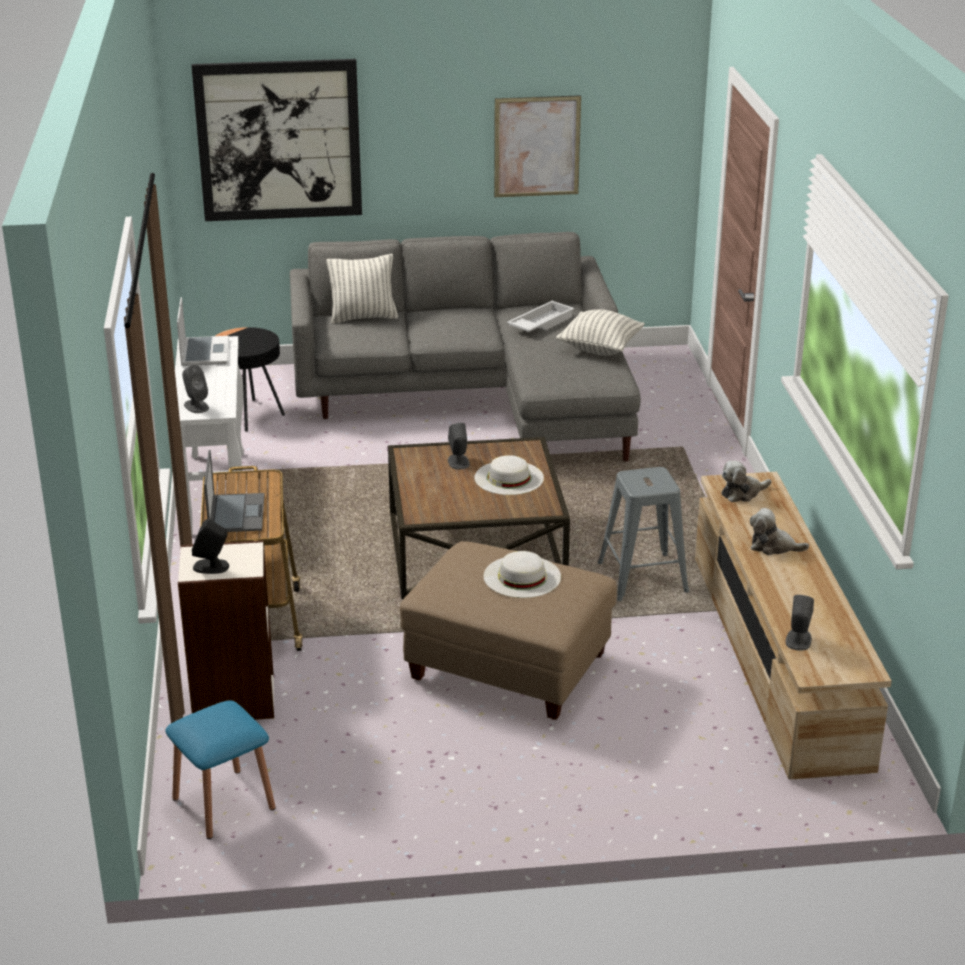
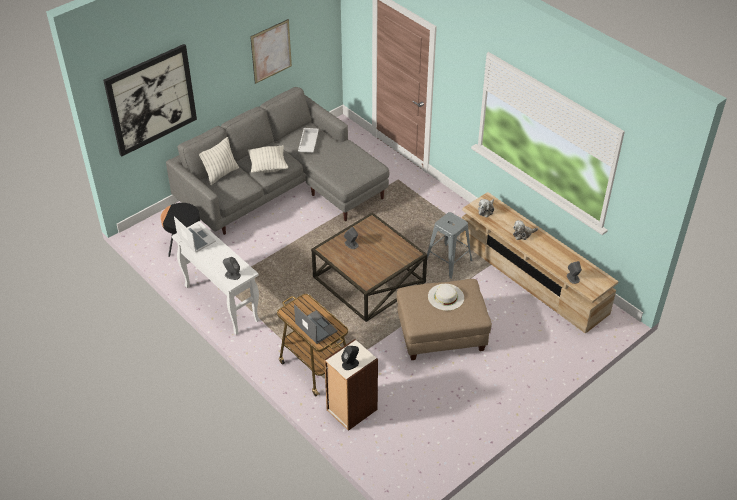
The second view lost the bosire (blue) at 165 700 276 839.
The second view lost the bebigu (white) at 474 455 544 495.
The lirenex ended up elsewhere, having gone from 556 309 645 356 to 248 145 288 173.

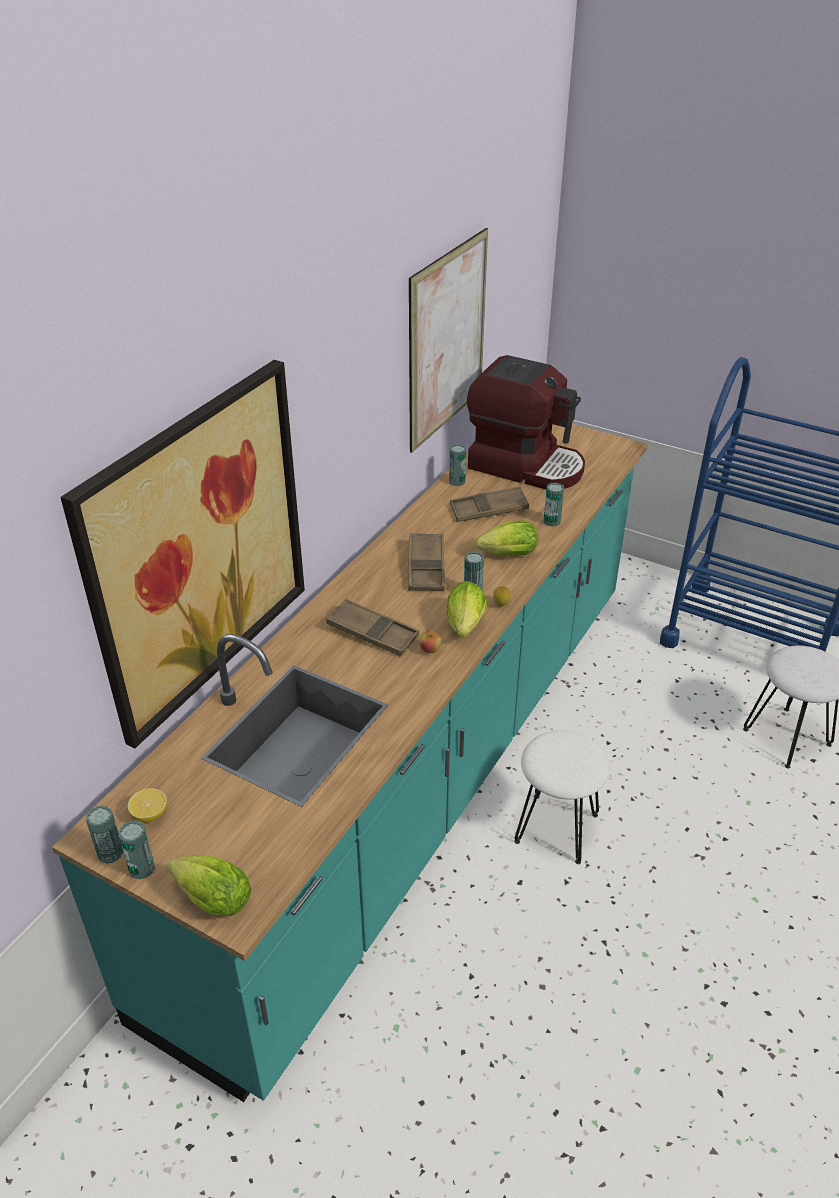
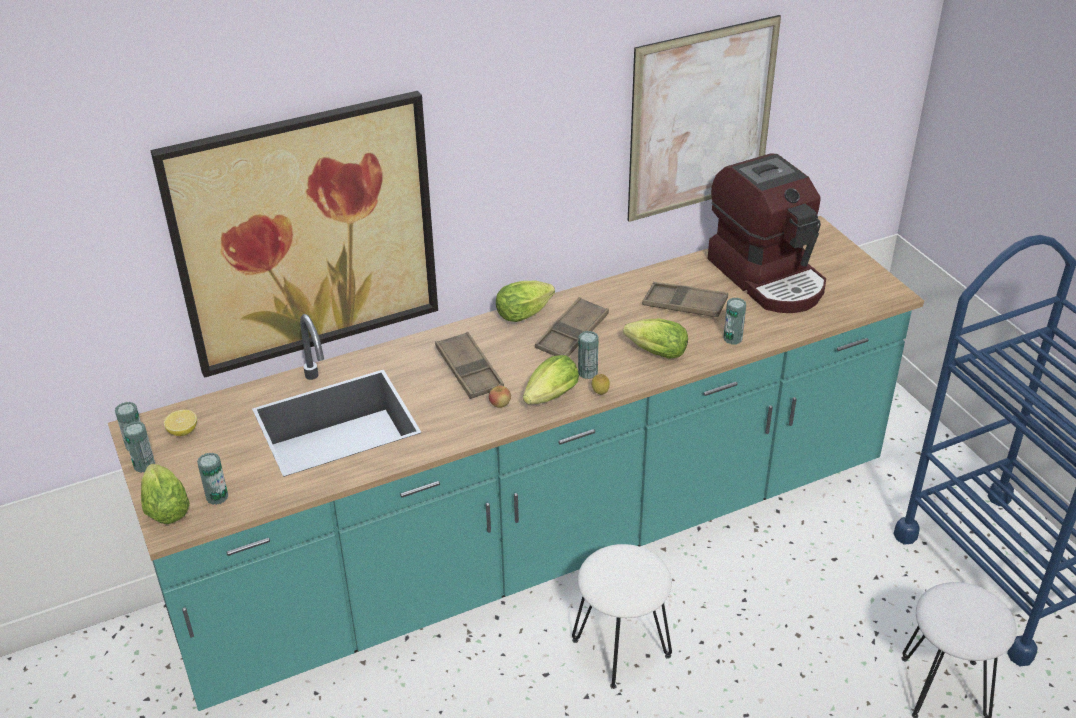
The second view gained the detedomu at 496 280 555 322.
The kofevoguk ended up elsewhere, having gone from 449 444 466 486 to 197 452 228 505.

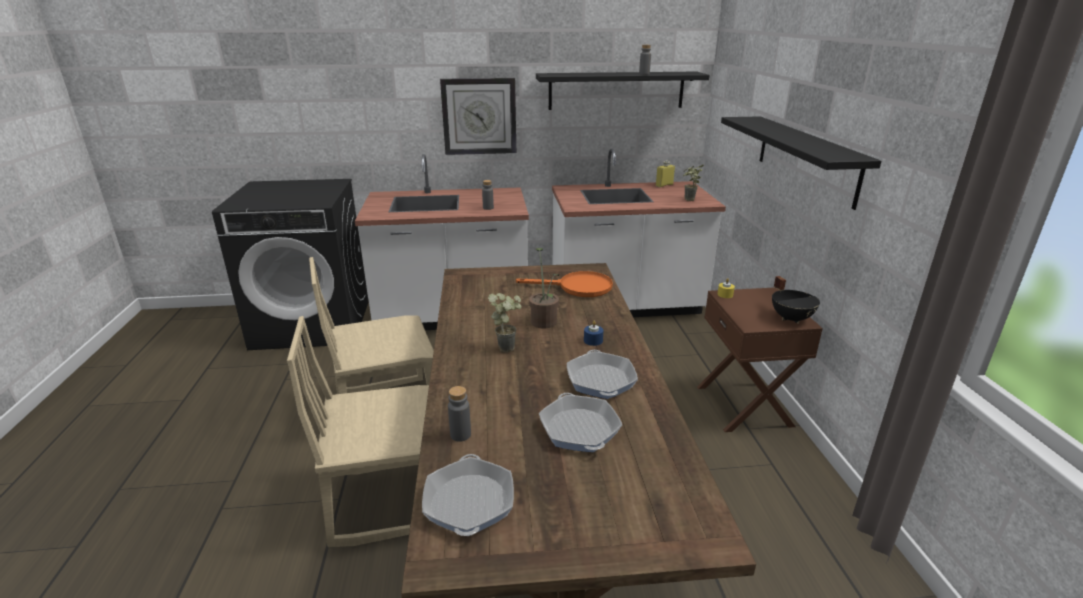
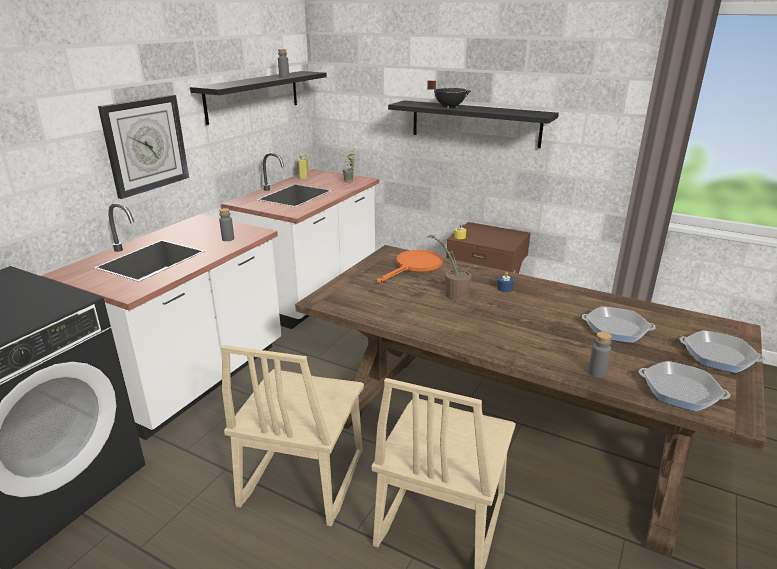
The second view lost the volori at 488 293 522 353.
The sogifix ended up elsewhere, having gone from 567 350 638 399 to 680 330 765 373.
The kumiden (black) ended up elsewhere, having gone from 772 276 820 324 to 427 80 471 109.

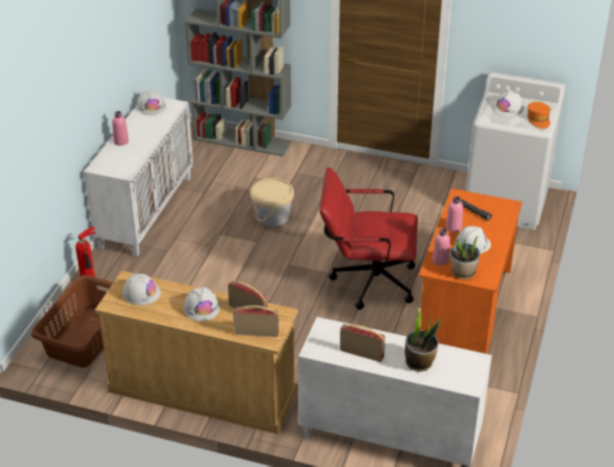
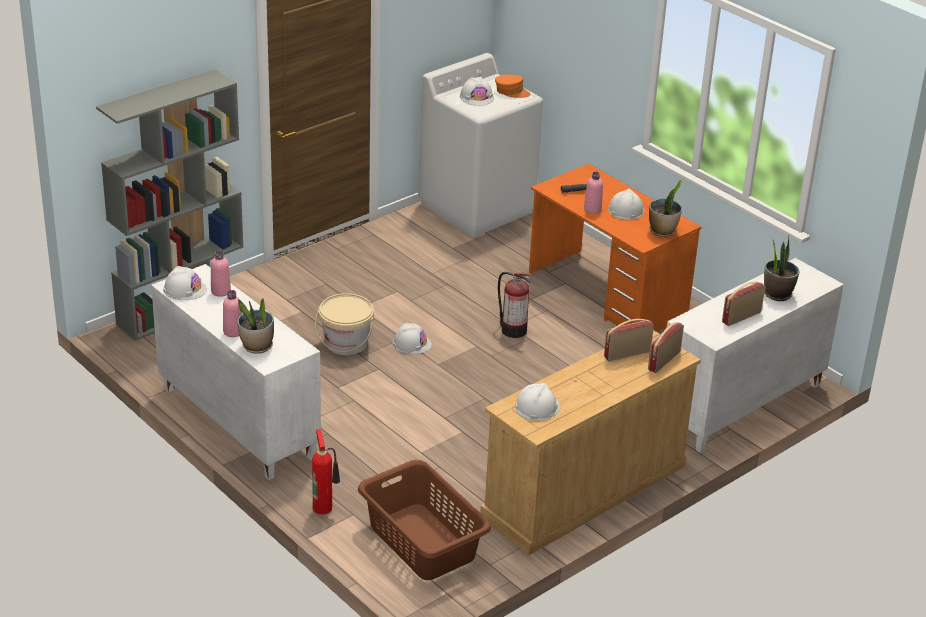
The second view gained the volori at 237 298 274 354.
The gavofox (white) ended up elsewhere, having gone from 184 287 220 321 to 392 322 432 354.
The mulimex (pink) ended up elsewhere, having gone from 432 228 450 265 to 211 251 231 297.
Where the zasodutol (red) stood at 320 167 418 310, the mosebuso came to stand at 498 272 532 338.

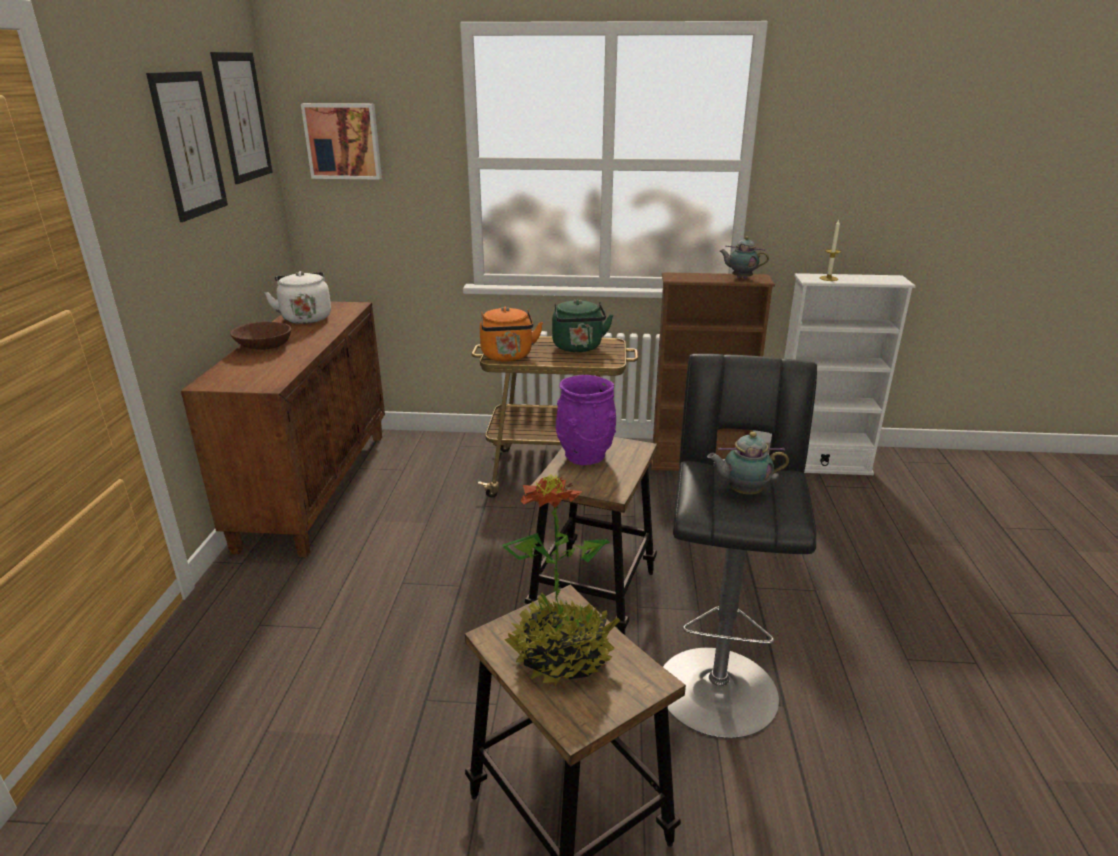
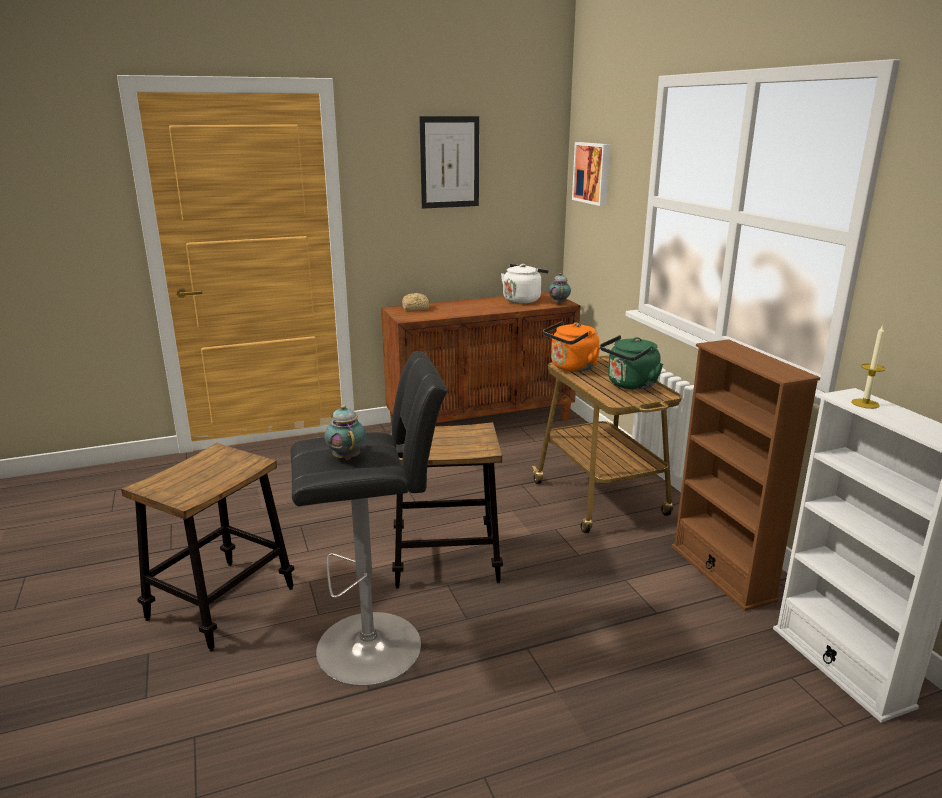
The second view lost the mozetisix at 210 52 273 184.
The second view lost the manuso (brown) at 230 322 291 350.
The second view lost the volori at 502 474 620 686.
The second view lost the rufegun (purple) at 555 375 616 465.
The second view gained the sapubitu at 402 293 429 311.
The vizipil ended up elsewhere, having gone from 719 236 769 279 to 549 273 571 305.

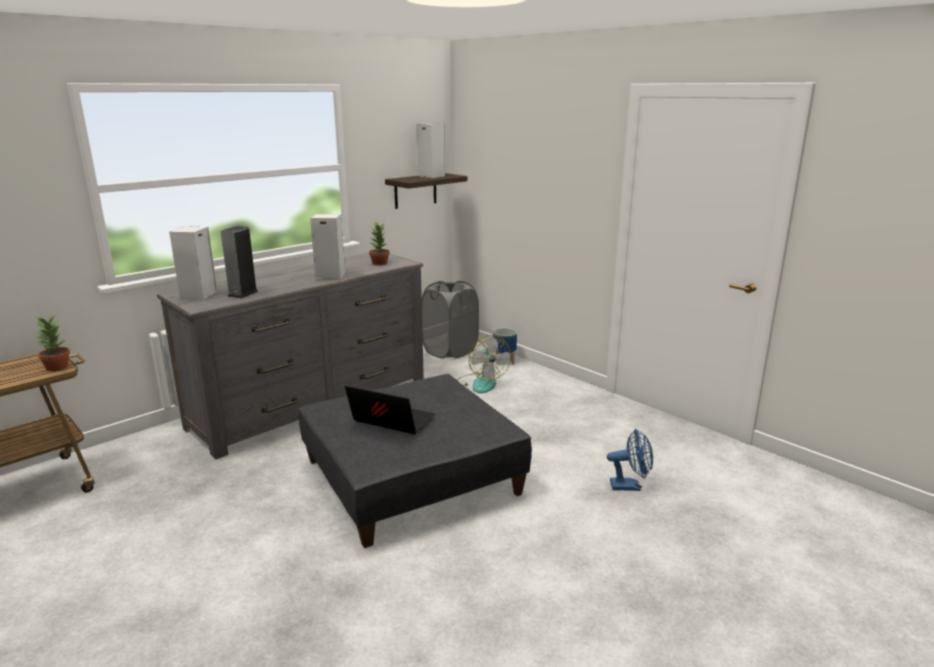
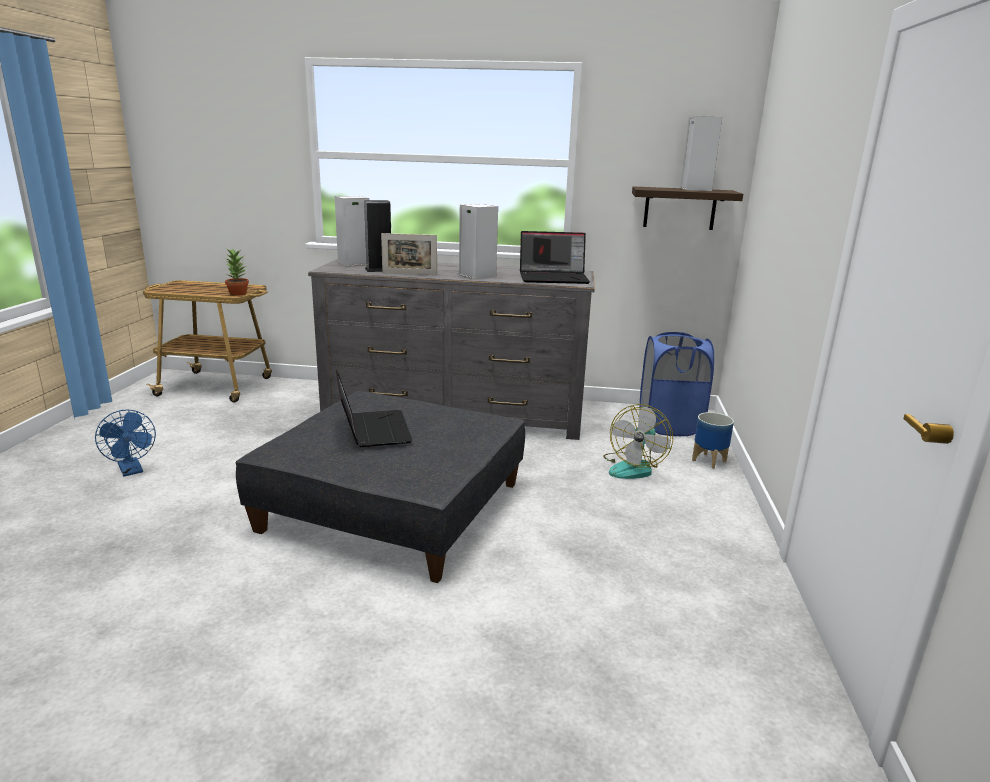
The second view gained the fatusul at 381 233 437 275.
The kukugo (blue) ended up elsewhere, having gone from 607 429 653 491 to 95 410 156 477.
Where the volori stood at 369 221 390 265, the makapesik came to stand at 520 231 590 284.
What was the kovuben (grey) at 422 281 479 359 turned into the kovuben (blue) at 639 332 714 436.

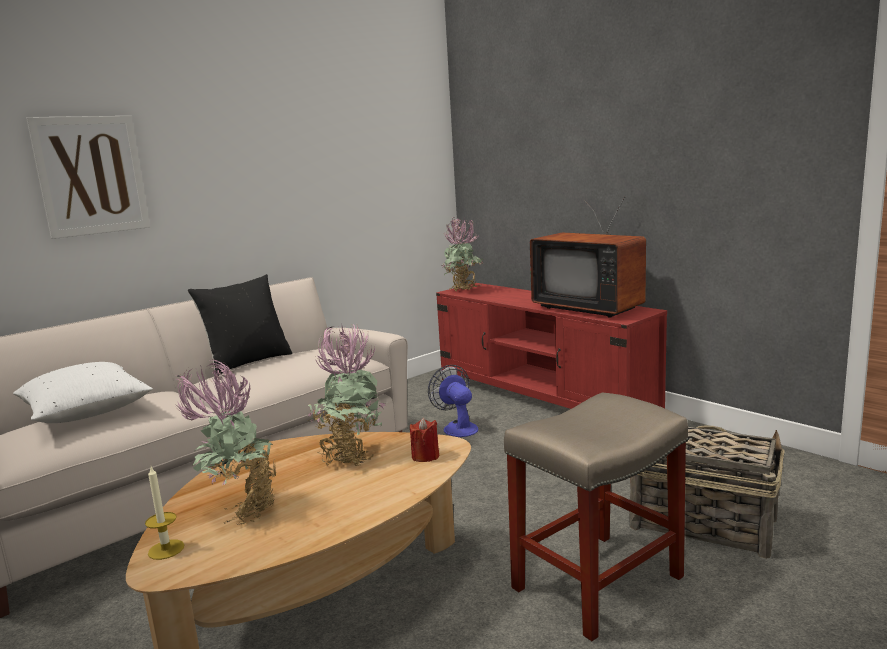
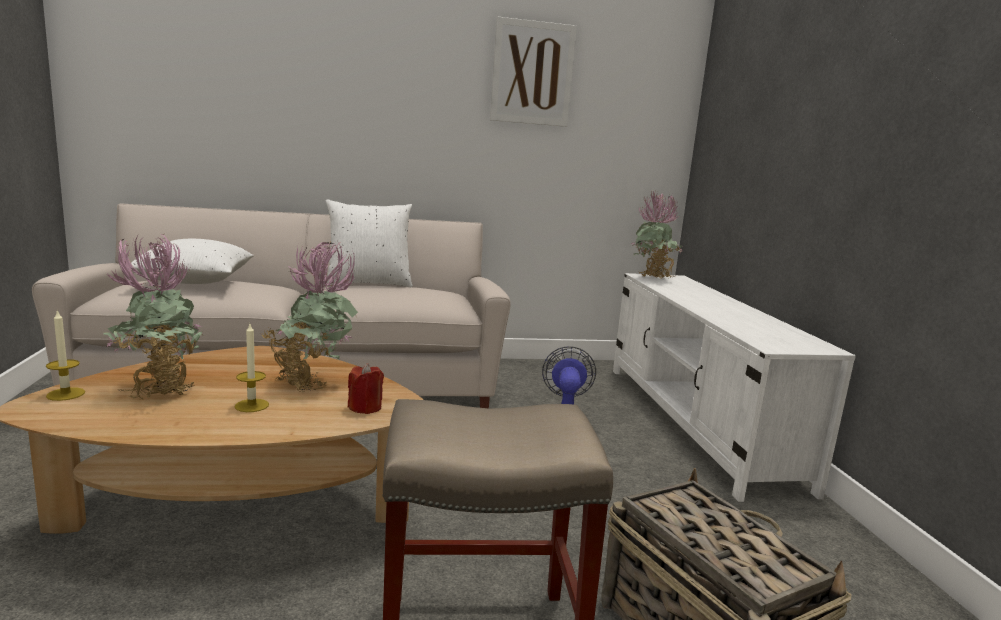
The second view lost the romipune at 530 197 646 318.
The second view gained the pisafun at 235 324 269 412.
The mozetisix ended up elsewhere, having gone from 26 116 150 239 to 490 17 577 127.
What was the lirenex (black) at 188 274 292 376 turned into the lirenex (white) at 326 199 413 287.
What was the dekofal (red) at 436 283 667 409 turned into the dekofal (white) at 613 273 856 502.

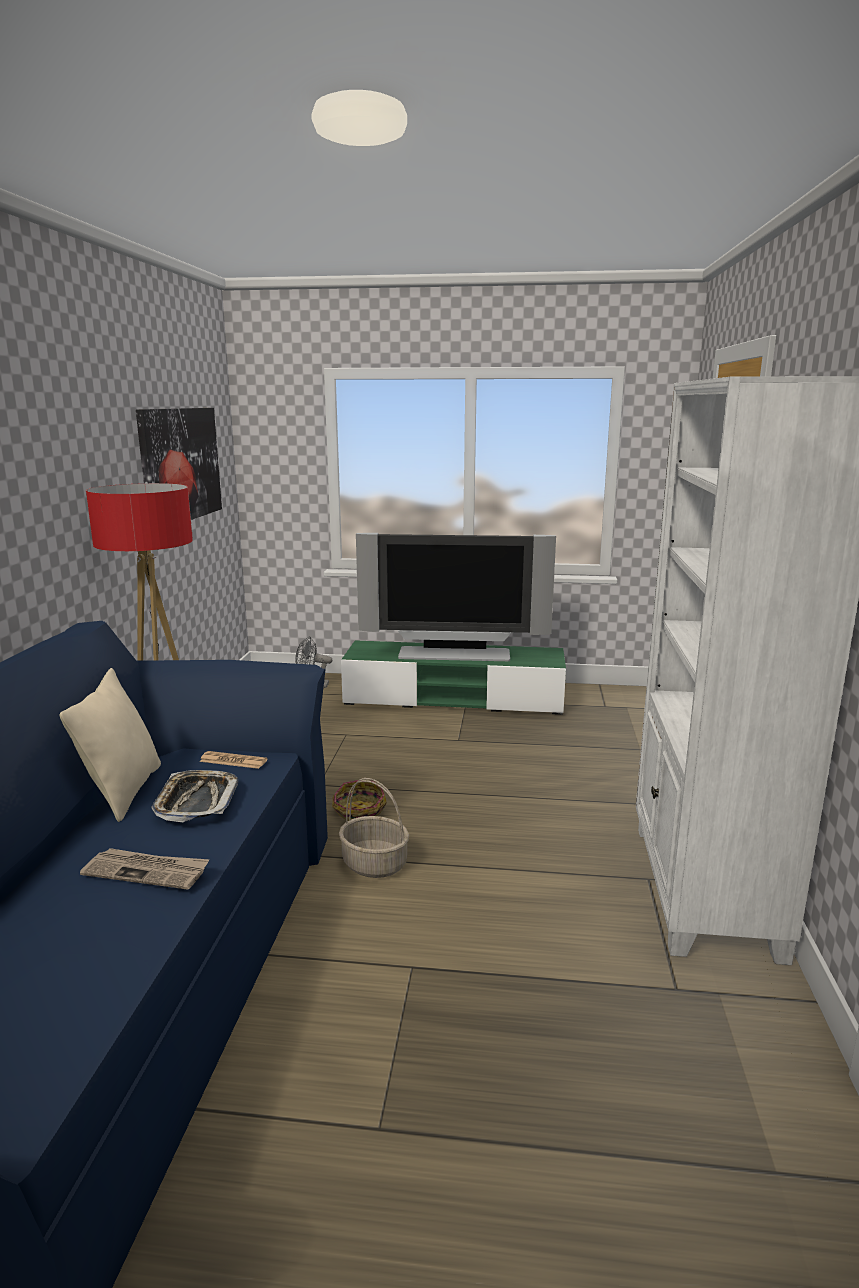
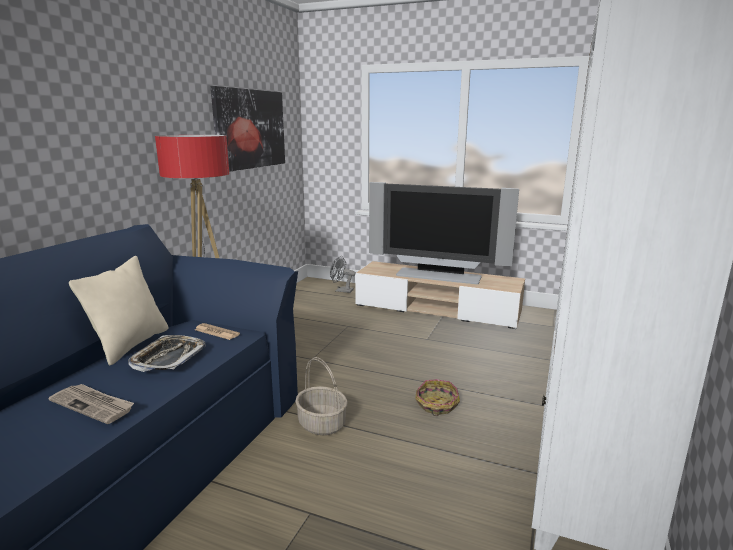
The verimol ended up elsewhere, having gone from 332 780 387 821 to 415 379 460 416.
What was the dekofal (green) at 341 640 566 715 turned into the dekofal (beige) at 355 261 525 329.

